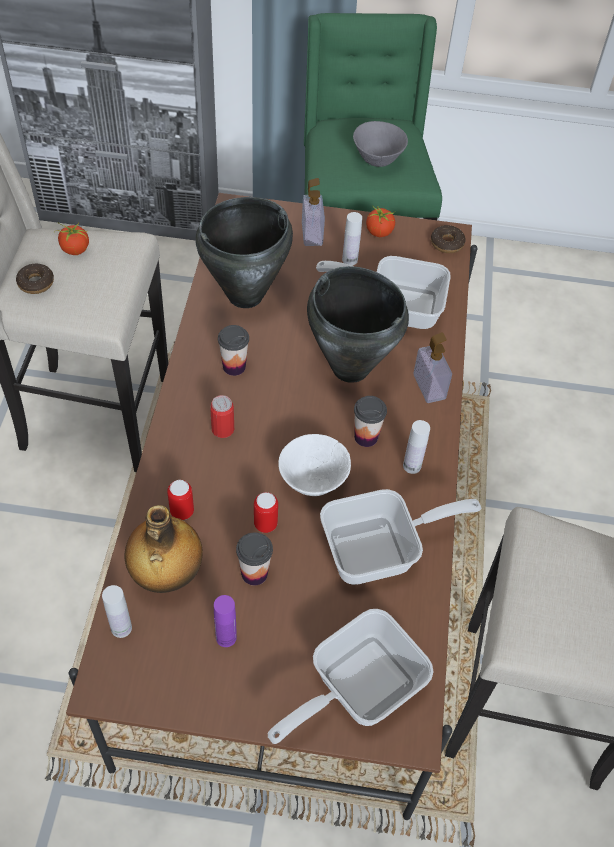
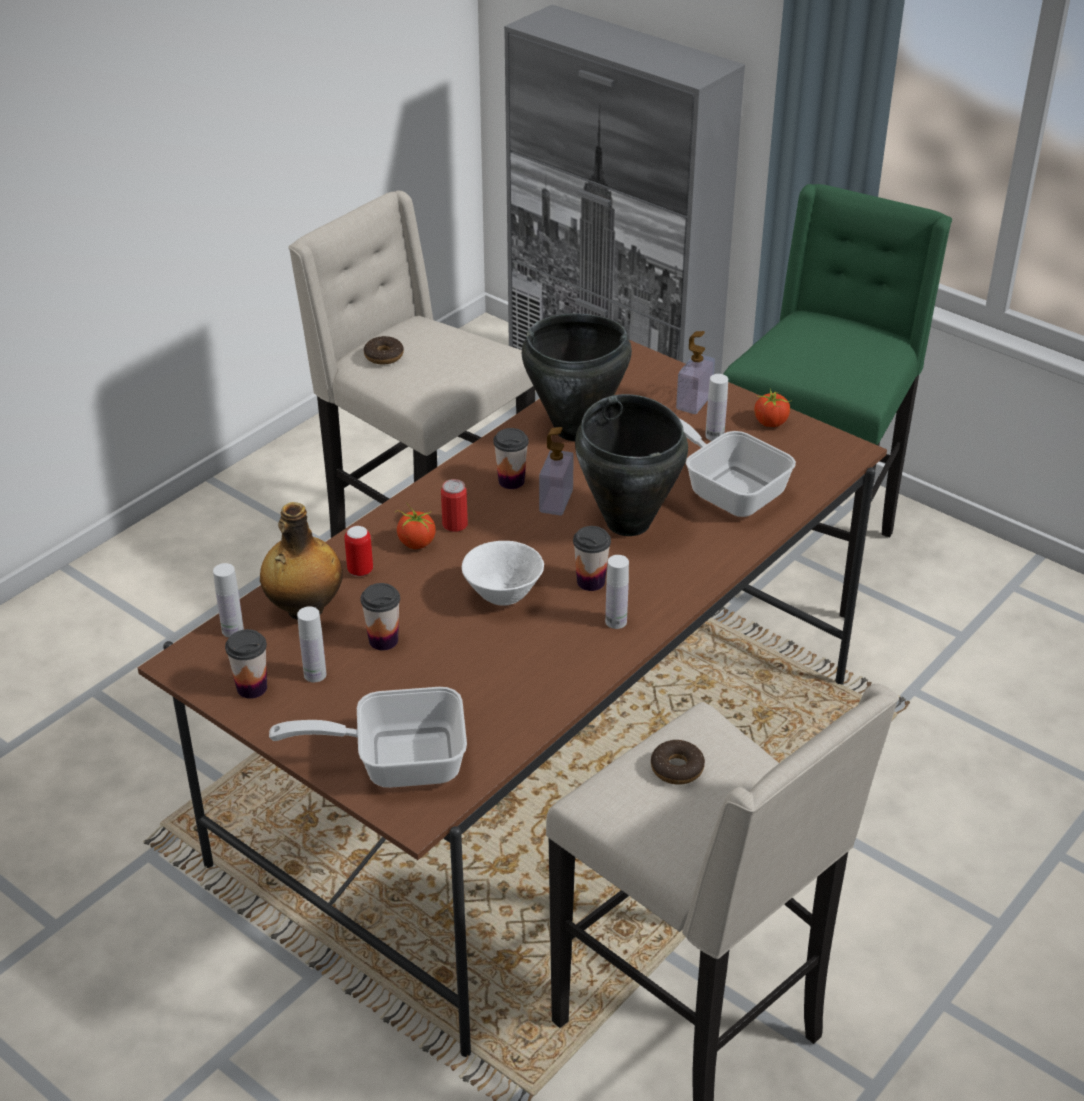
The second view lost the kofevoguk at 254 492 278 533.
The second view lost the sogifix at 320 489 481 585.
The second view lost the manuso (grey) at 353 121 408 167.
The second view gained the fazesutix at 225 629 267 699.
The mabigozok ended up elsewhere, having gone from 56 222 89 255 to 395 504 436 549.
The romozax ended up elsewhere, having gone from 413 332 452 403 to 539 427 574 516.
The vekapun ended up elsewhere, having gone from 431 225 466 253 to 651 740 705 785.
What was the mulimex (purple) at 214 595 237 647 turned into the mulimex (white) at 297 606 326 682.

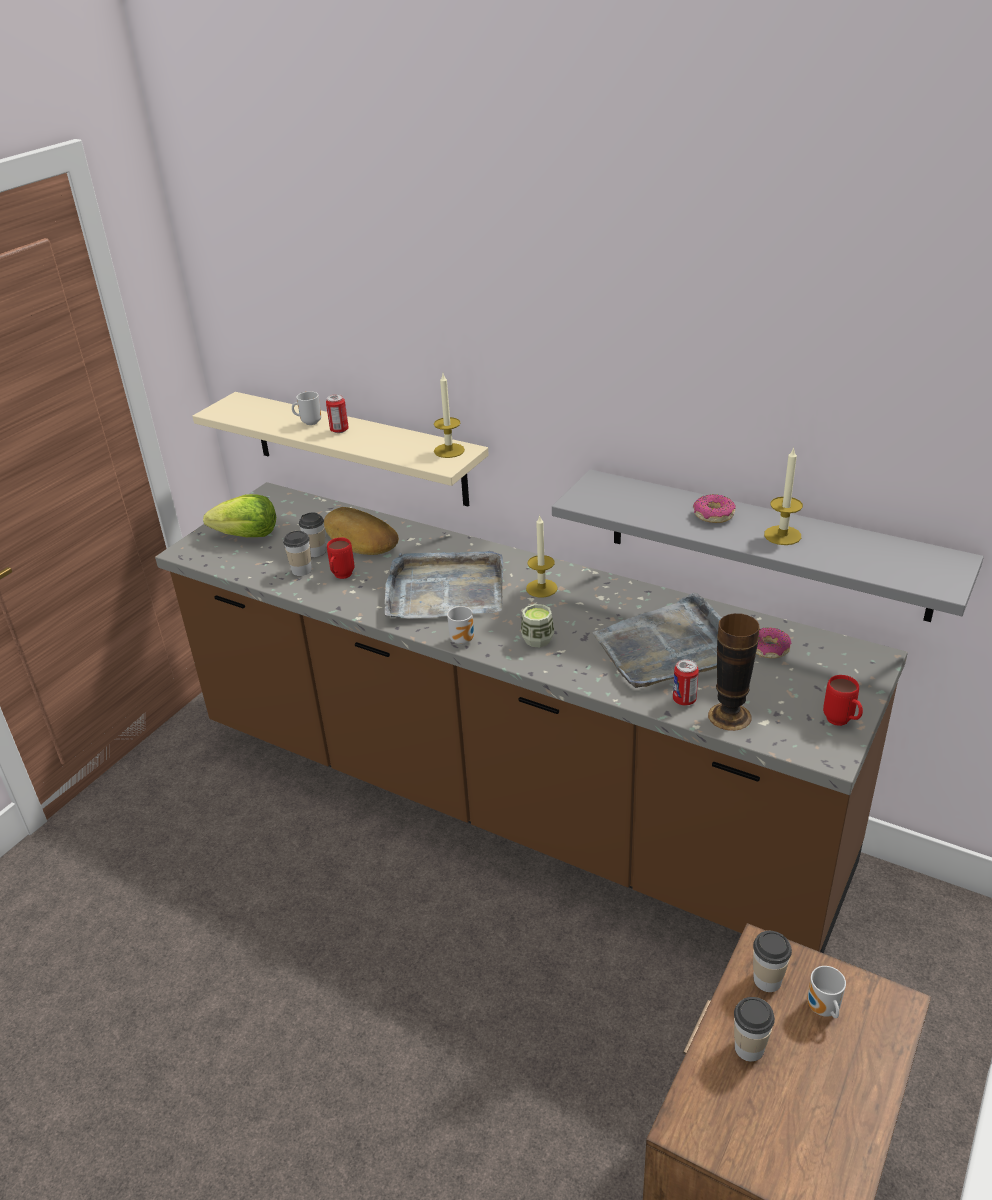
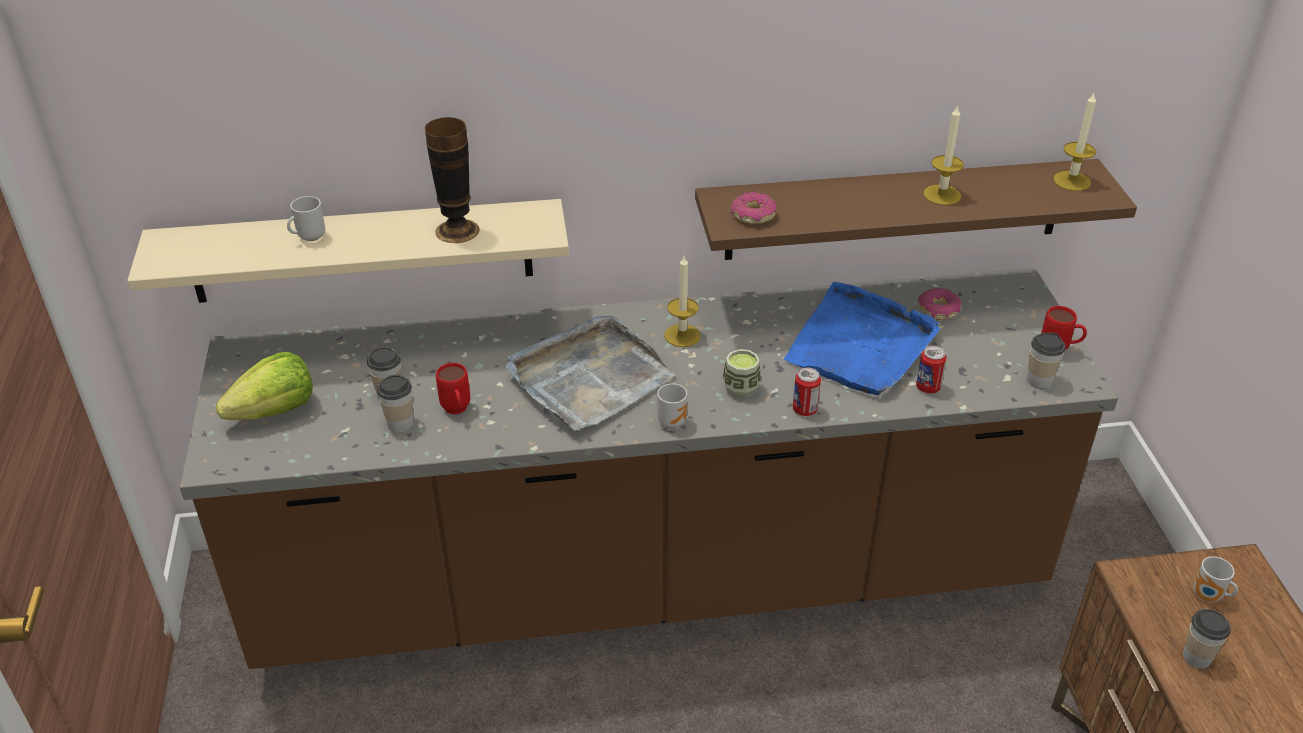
The second view lost the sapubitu at 324 507 399 555.
The kofevoguk ended up elsewhere, having gone from 326 394 349 433 to 793 368 821 416.
The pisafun ended up elsewhere, having gone from 434 374 465 458 to 1053 93 1096 191.
The vekapun ended up elsewhere, having gone from 693 494 736 523 to 731 192 776 224.
The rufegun ended up elsewhere, having gone from 708 613 760 731 to 425 117 480 243.
The fazesutix ended up elsewhere, having gone from 753 931 792 992 to 1027 332 1065 388.
What was the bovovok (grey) at 552 469 984 622 turned into the bovovok (brown) at 695 159 1137 260.
What was the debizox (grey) at 592 592 722 688 turned into the debizox (blue) at 784 282 940 396.

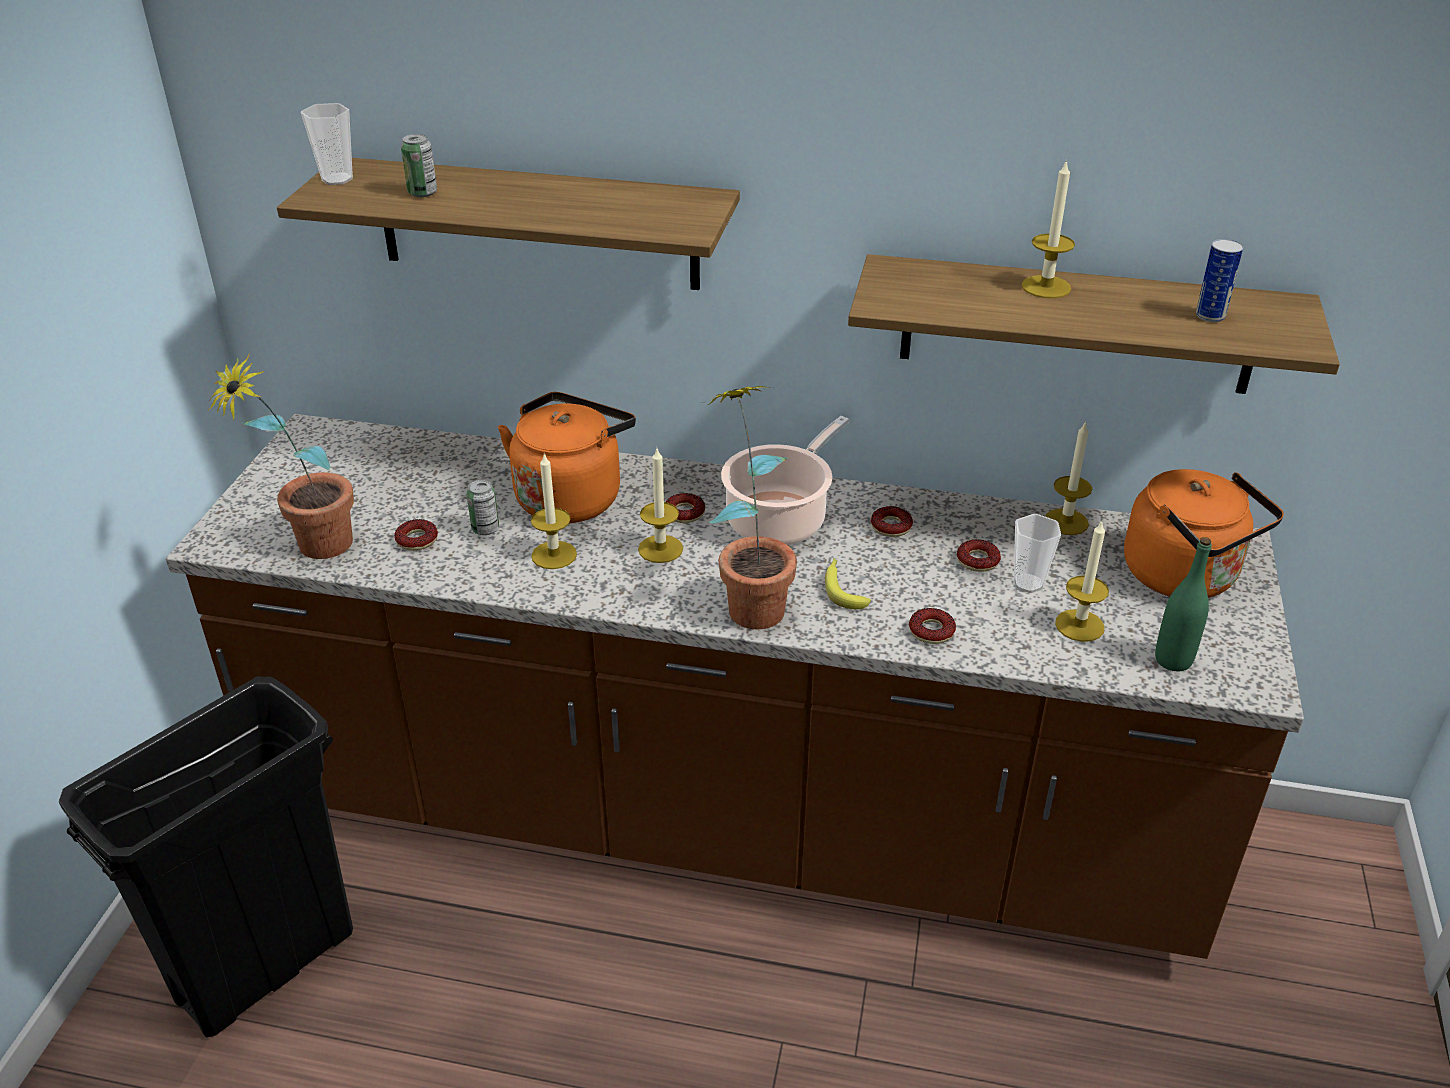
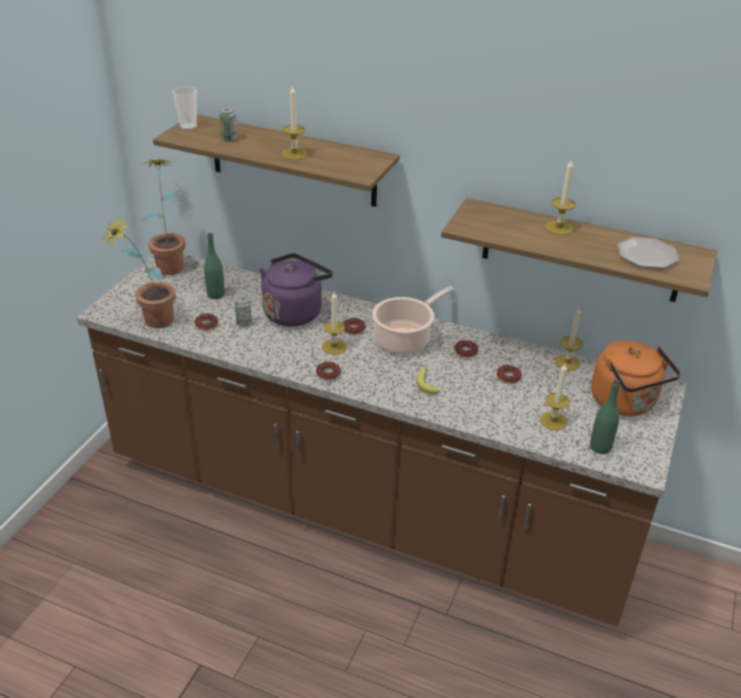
The second view lost the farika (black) at 59 677 353 1037.
The second view lost the fazesutix at 1014 514 1061 593.
The second view gained the mulimex (green) at 204 233 225 299.
The pisafun ended up elsewhere, having gone from 531 453 577 569 to 282 84 308 160.
The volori ended up elsewhere, having gone from 702 386 797 629 to 141 159 185 275.
The vekapun ended up elsewhere, having gone from 909 608 956 644 to 316 362 341 380.
Where the kofevoguk stood at 1196 239 1243 322, the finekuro came to stand at 617 237 679 269.
What was the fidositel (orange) at 498 392 636 523 turned into the fidositel (purple) at 259 253 333 327.

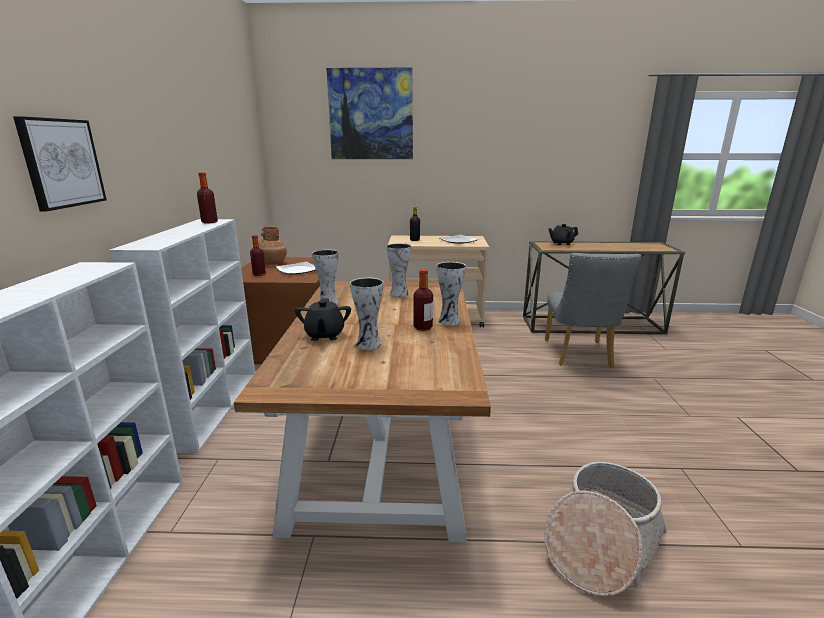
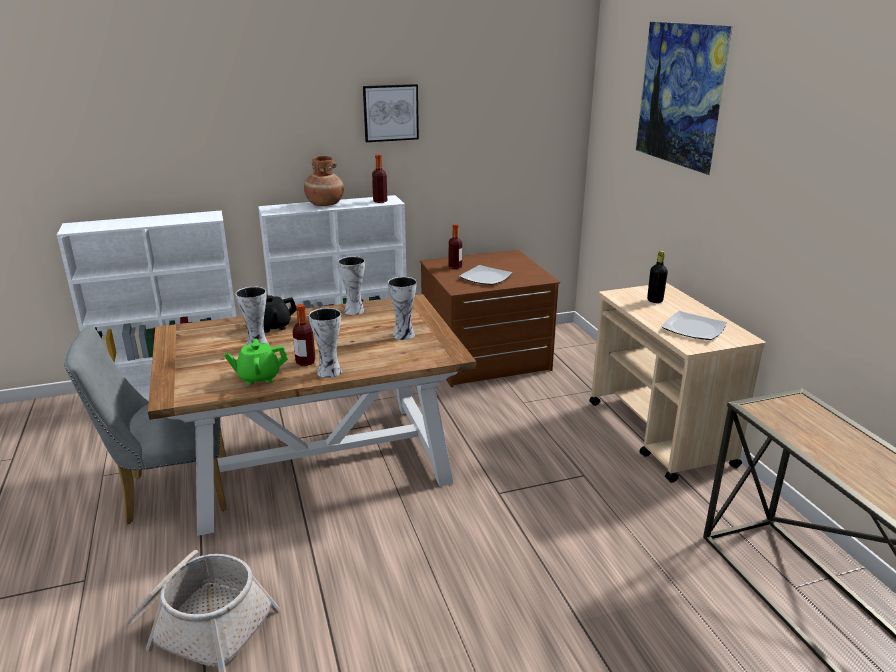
The second view lost the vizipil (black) at 548 224 578 245.
The second view gained the vizipil (green) at 224 339 288 385.
The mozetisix ended up elsewhere, having gone from 13 116 107 211 to 363 84 419 142.
The rufegun (brown) ended up elsewhere, having gone from 258 227 287 265 to 304 156 344 206.
The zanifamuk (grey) ended up elsewhere, having gone from 545 253 641 367 to 64 326 227 524.

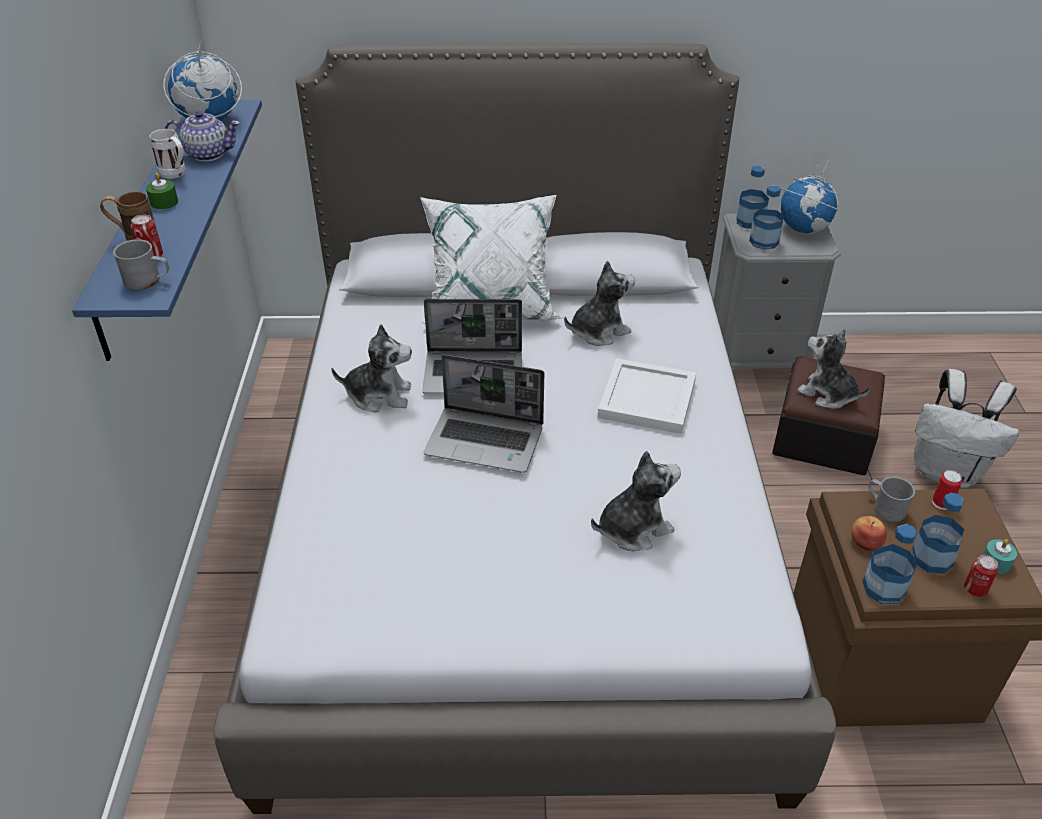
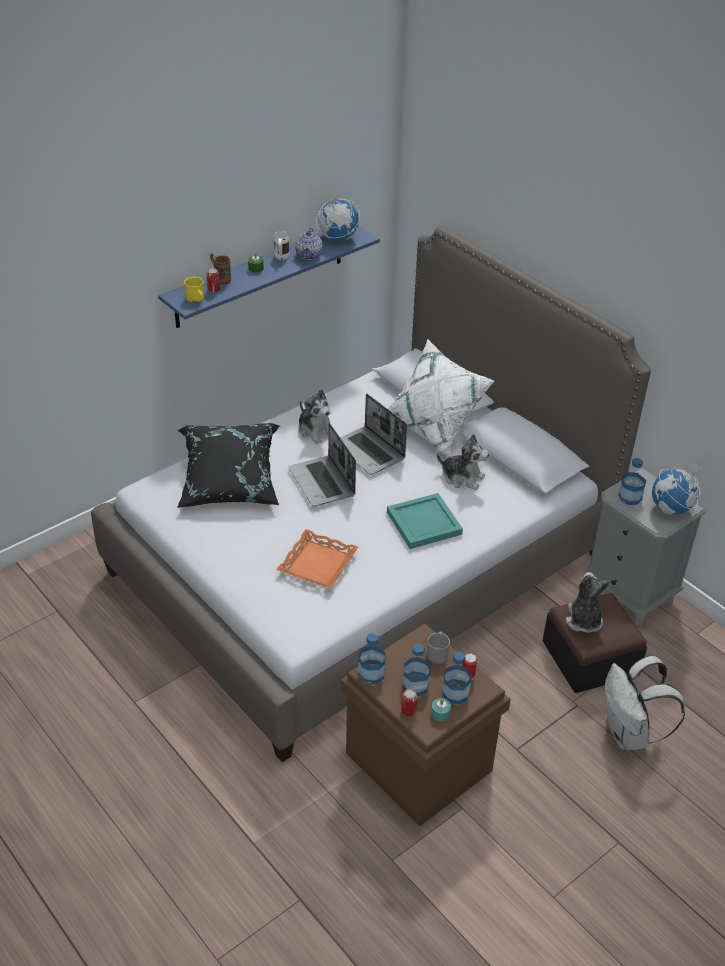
The second view lost the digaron at 851 516 887 551.
The second view gained the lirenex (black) at 177 423 280 508.
The mulimex ended up elsewhere, having gone from 737 166 769 229 to 442 651 472 705.
Where the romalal stood at 591 451 681 551, the debizox (orange) came to stand at 276 529 358 589.
What was the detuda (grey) at 113 239 169 290 turned into the detuda (yellow) at 184 277 204 303.
What was the debizox (white) at 598 358 696 434 turned into the debizox (turquoise) at 387 493 463 549.
The vizipil at 165 111 240 161 ended up facing another way, 45 degrees clockwise from before.

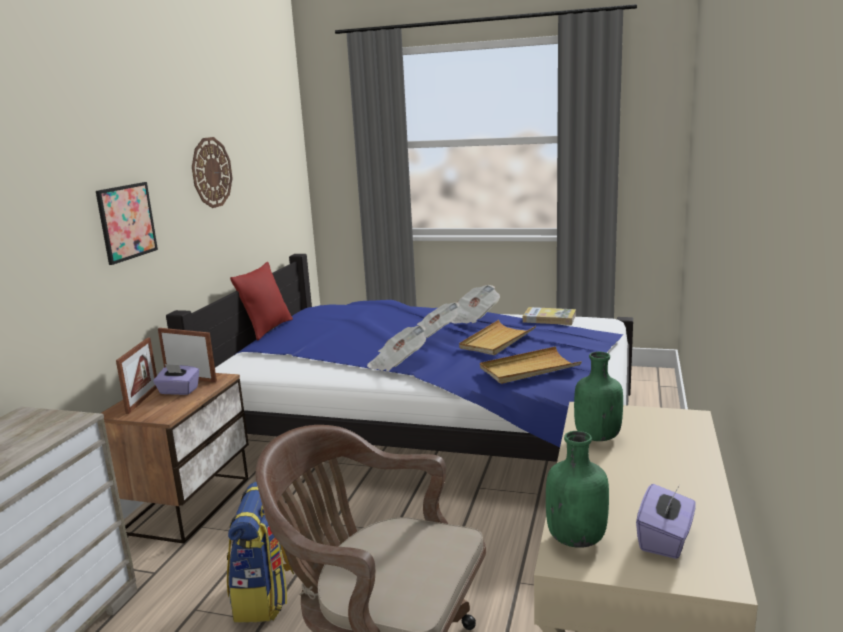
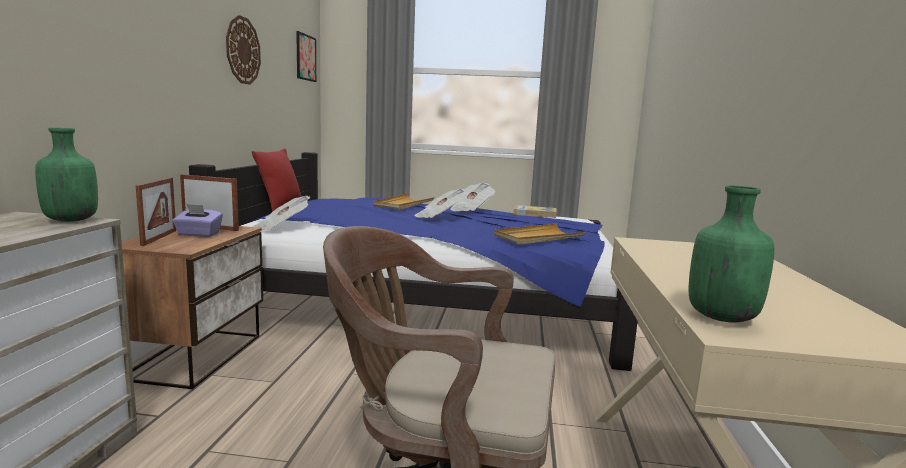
The second view lost the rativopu at 227 482 294 623.
The second view lost the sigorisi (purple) at 636 484 696 559.
The mozetisix ended up elsewhere, having gone from 96 182 158 265 to 296 31 316 82.
The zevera ended up elsewhere, having gone from 367 325 426 371 to 252 196 310 230.
The debizox (beige) ended up elsewhere, having gone from 459 320 536 355 to 373 194 434 210.
The mulimex (green) ended up elsewhere, having gone from 574 352 623 441 to 35 128 98 222.

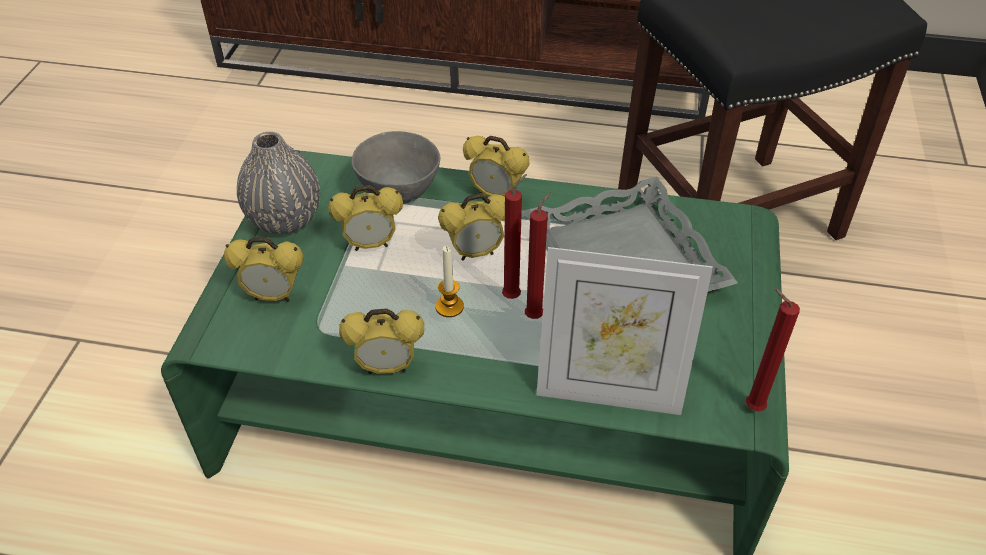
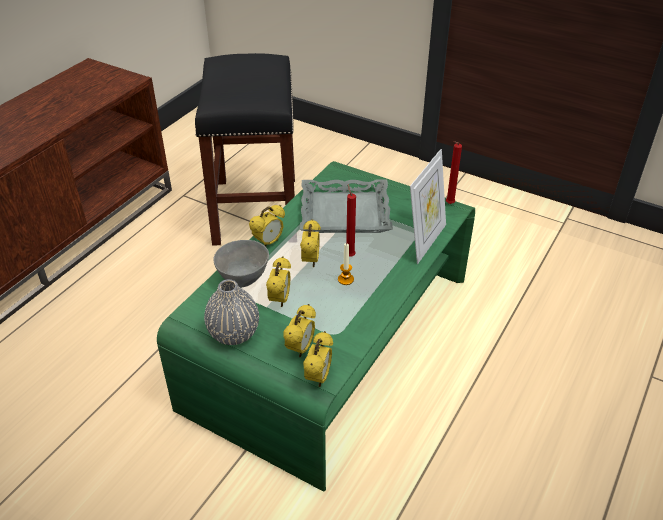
The second view lost the pisafun (red) at 525 192 551 319.
The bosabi ended up elsewhere, having gone from 339 308 424 374 to 303 331 333 387.

